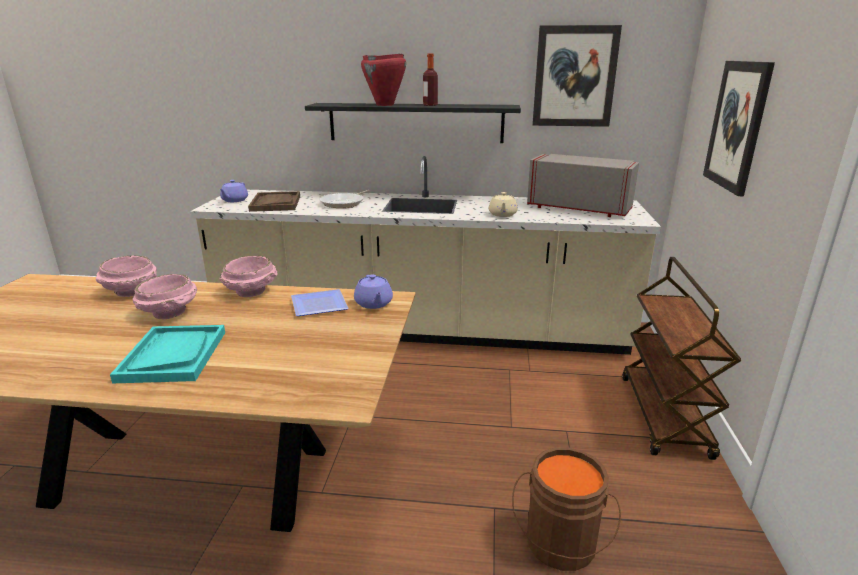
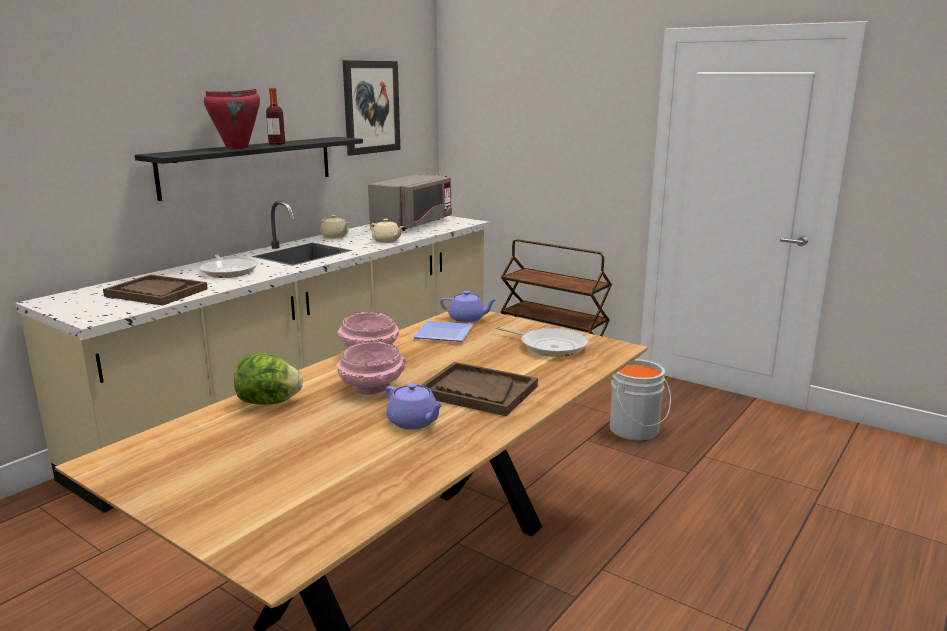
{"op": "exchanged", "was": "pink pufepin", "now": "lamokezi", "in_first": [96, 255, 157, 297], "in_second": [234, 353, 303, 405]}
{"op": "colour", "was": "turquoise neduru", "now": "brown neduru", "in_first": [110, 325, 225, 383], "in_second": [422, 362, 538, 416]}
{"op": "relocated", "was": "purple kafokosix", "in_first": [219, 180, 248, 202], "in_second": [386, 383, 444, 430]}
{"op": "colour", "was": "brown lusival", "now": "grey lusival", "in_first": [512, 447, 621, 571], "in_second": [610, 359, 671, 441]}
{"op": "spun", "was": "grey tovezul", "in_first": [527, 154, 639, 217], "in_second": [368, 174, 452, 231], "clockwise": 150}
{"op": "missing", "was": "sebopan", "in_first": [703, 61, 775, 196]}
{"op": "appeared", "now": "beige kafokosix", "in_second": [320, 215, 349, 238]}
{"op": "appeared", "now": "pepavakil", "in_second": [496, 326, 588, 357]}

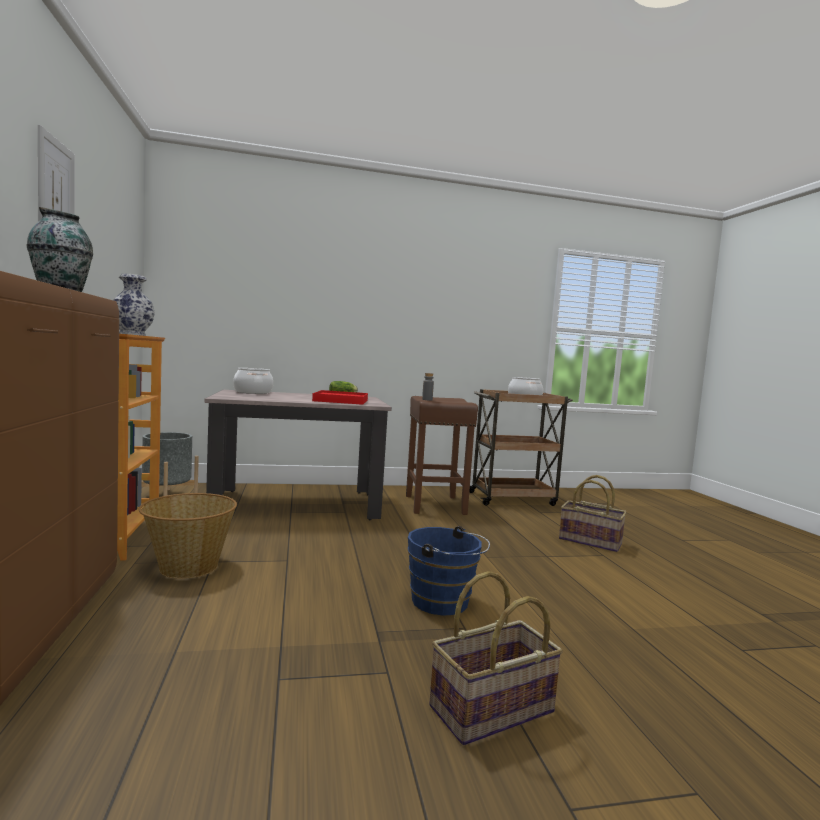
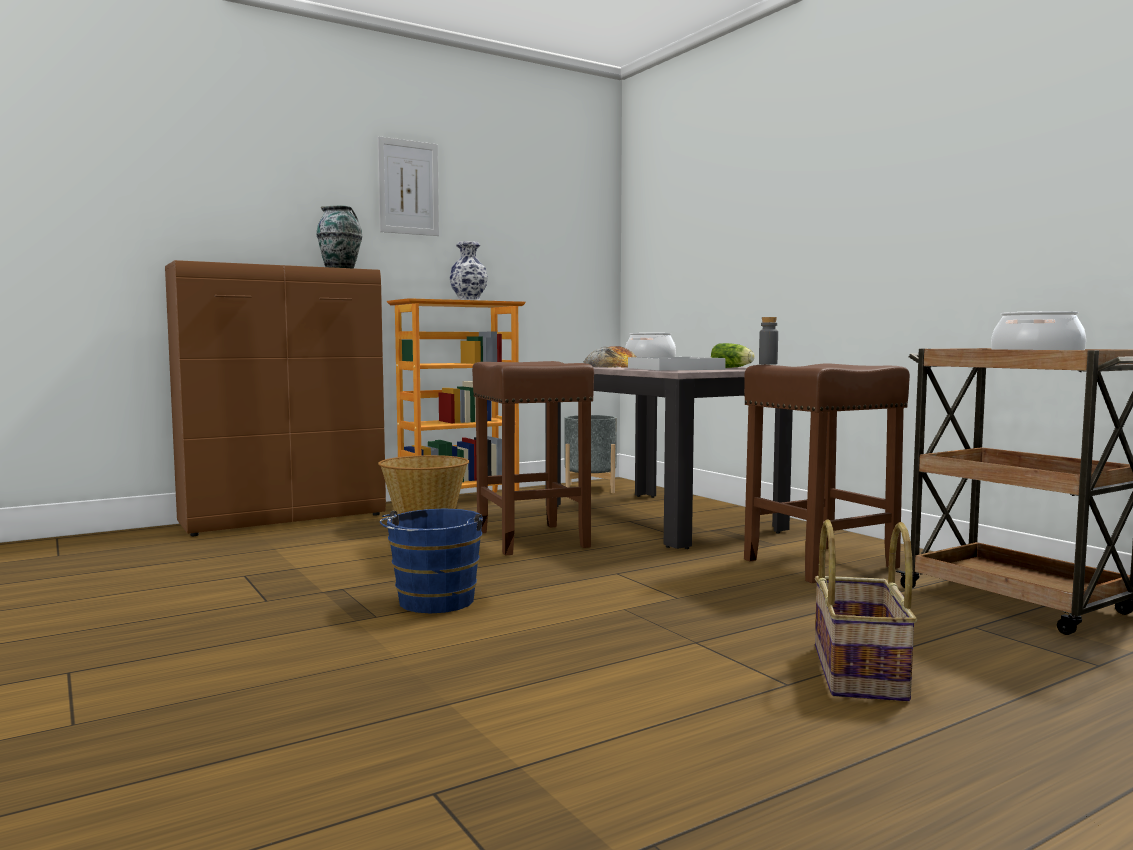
{"op": "colour", "was": "red neduru", "now": "white neduru", "in_first": [312, 390, 368, 405], "in_second": [628, 357, 726, 371]}
{"op": "missing", "was": "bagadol", "in_first": [429, 571, 563, 745]}
{"op": "appeared", "now": "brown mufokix", "in_second": [472, 361, 594, 556]}
{"op": "appeared", "now": "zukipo", "in_second": [583, 346, 637, 367]}

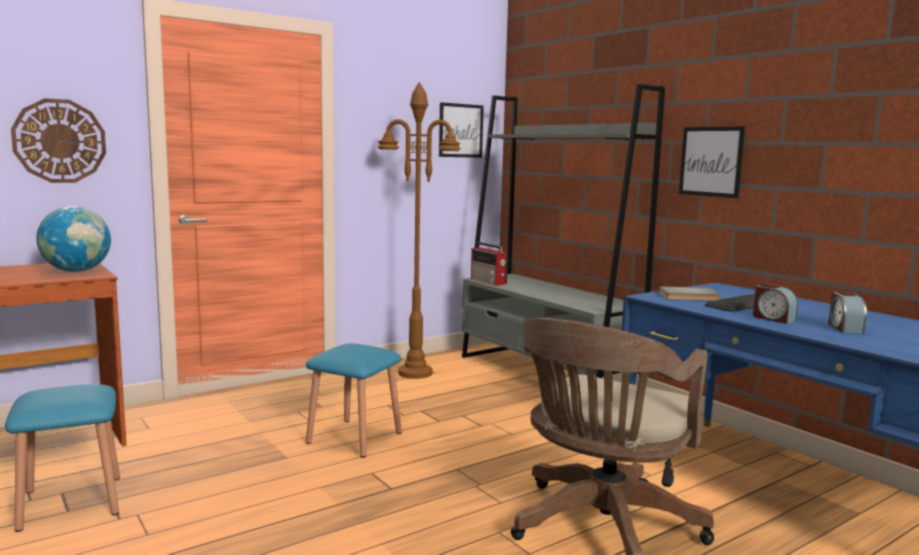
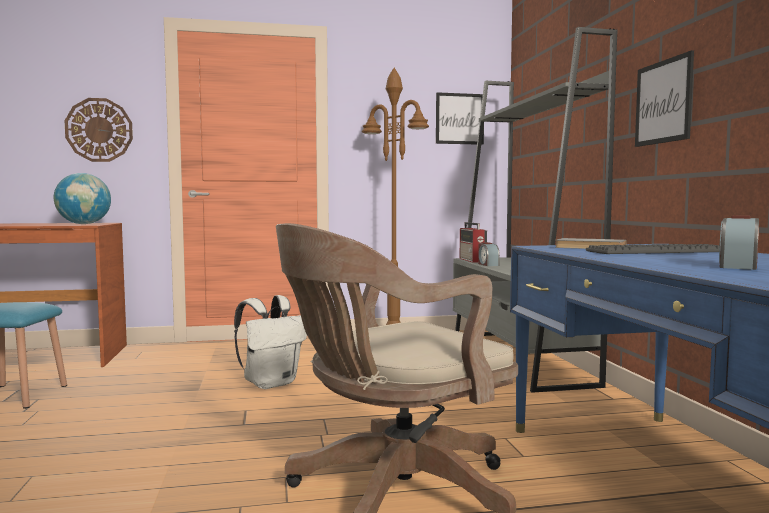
{"op": "exchanged", "was": "blue mufokix", "now": "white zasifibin", "in_first": [306, 343, 402, 458], "in_second": [234, 295, 307, 389]}
{"op": "relocated", "was": "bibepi", "in_first": [753, 283, 798, 324], "in_second": [478, 242, 500, 266]}

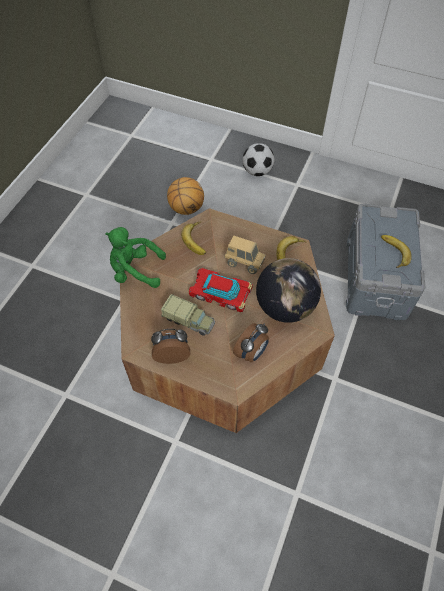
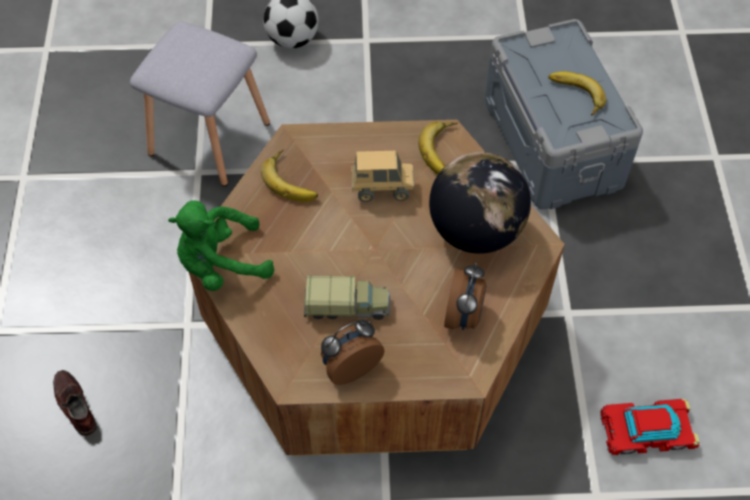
{"op": "exchanged", "was": "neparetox", "now": "grey mufokix", "in_first": [167, 177, 204, 215], "in_second": [130, 22, 270, 186]}
{"op": "relocated", "was": "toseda", "in_first": [189, 268, 253, 312], "in_second": [600, 398, 699, 455]}
{"op": "appeared", "now": "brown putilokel", "in_second": [53, 370, 97, 436]}

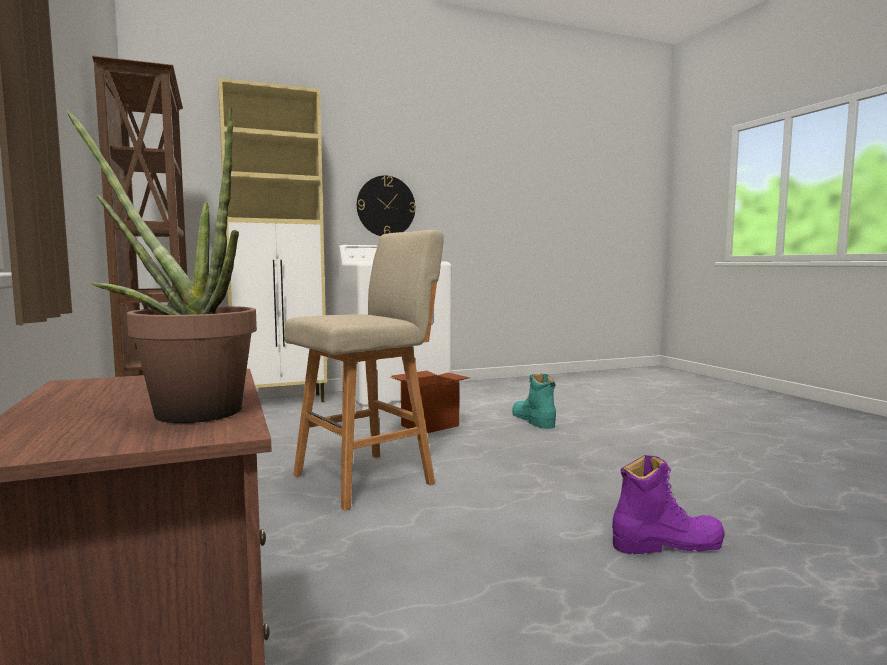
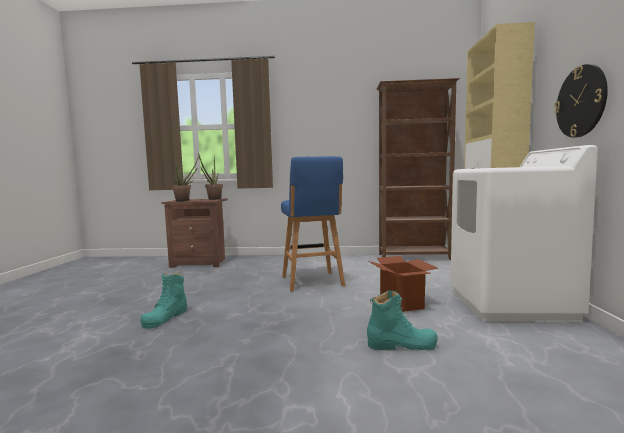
{"op": "colour", "was": "beige mufokix", "now": "blue mufokix", "in_first": [284, 230, 444, 511], "in_second": [281, 156, 345, 291]}
{"op": "colour", "was": "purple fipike", "now": "turquoise fipike", "in_first": [612, 455, 725, 554], "in_second": [140, 273, 187, 328]}
{"op": "appeared", "now": "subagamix", "in_second": [198, 153, 223, 200]}

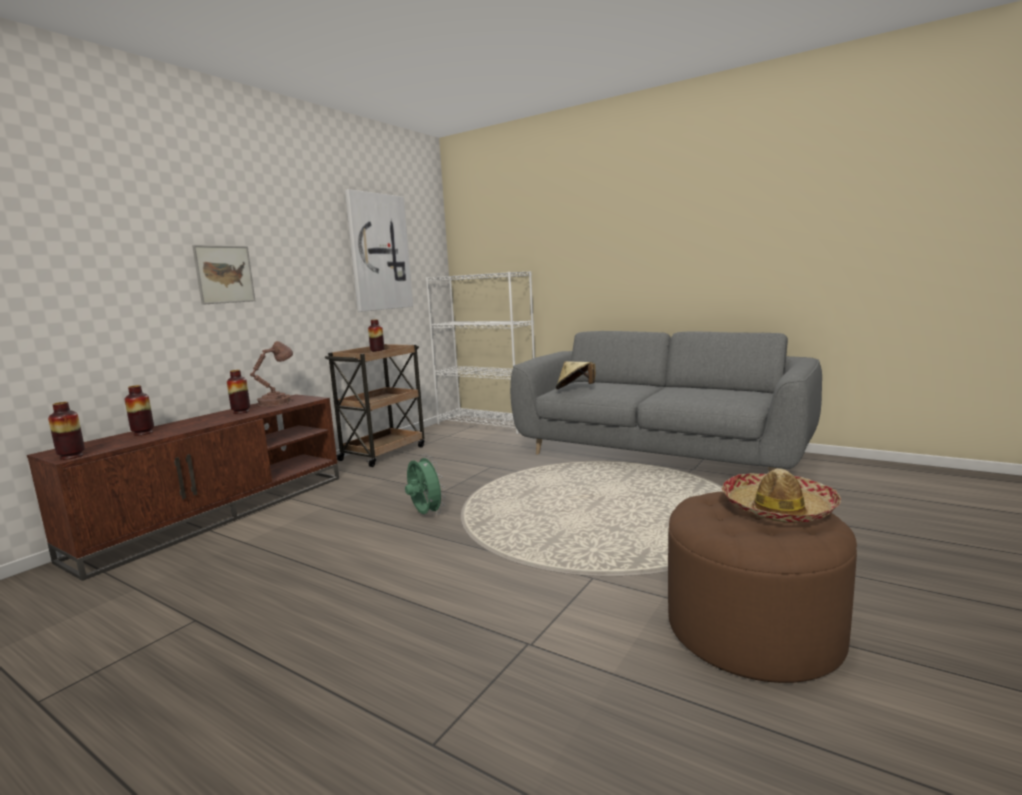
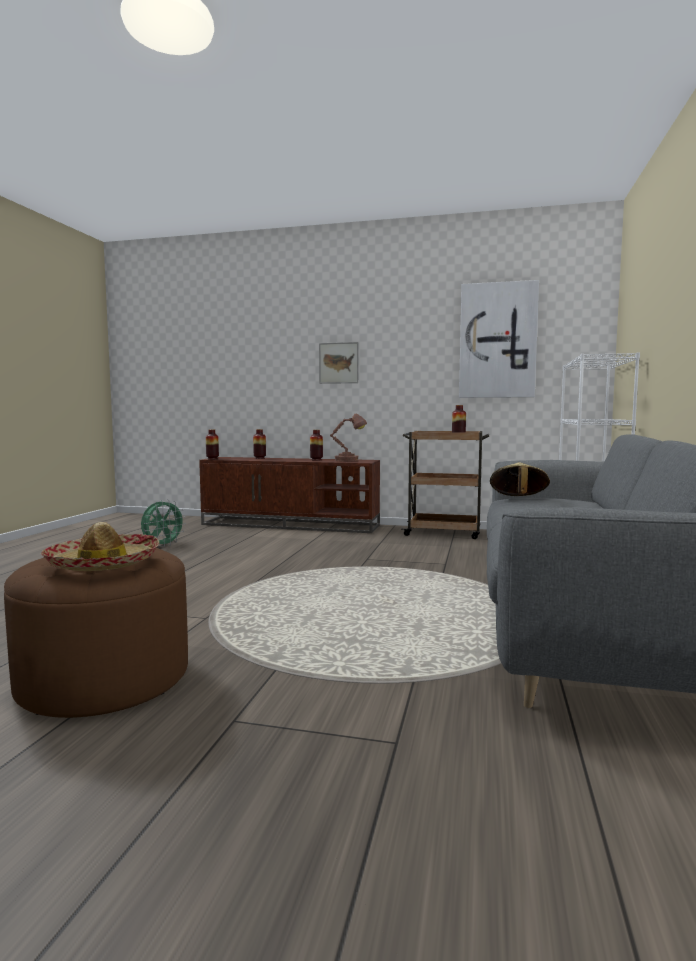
{"op": "relocated", "was": "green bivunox", "in_first": [405, 454, 446, 515], "in_second": [141, 499, 186, 547]}

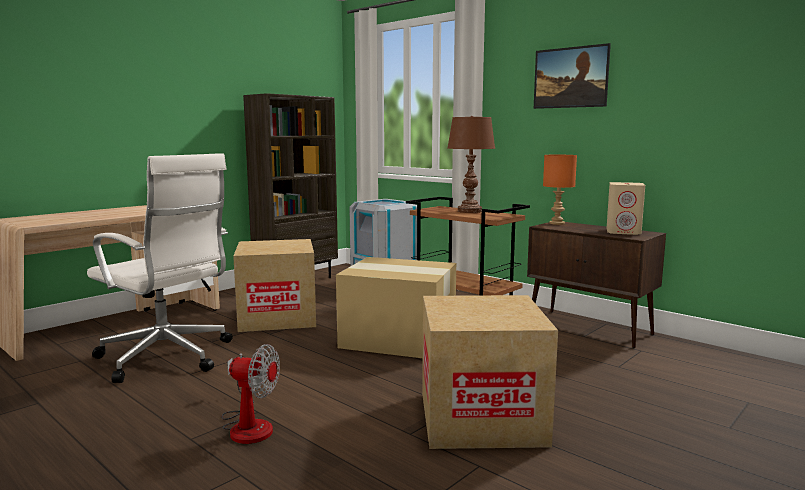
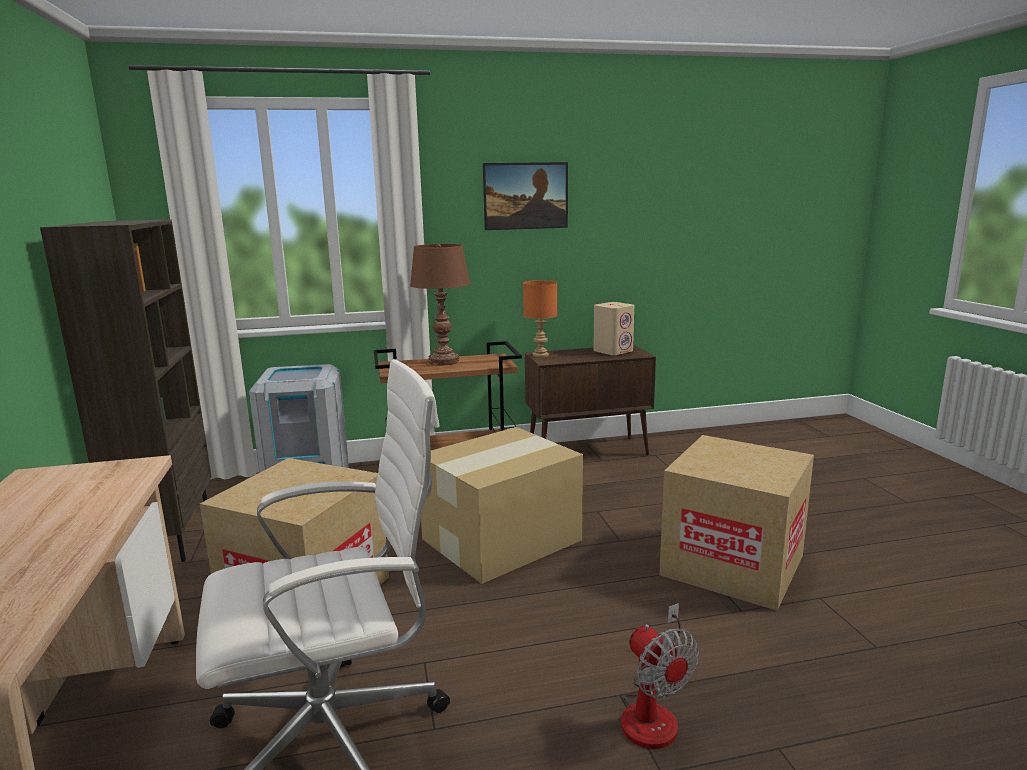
{"op": "spun", "was": "bivunox", "in_first": [222, 344, 280, 444], "in_second": [621, 603, 699, 749], "clockwise": 105}

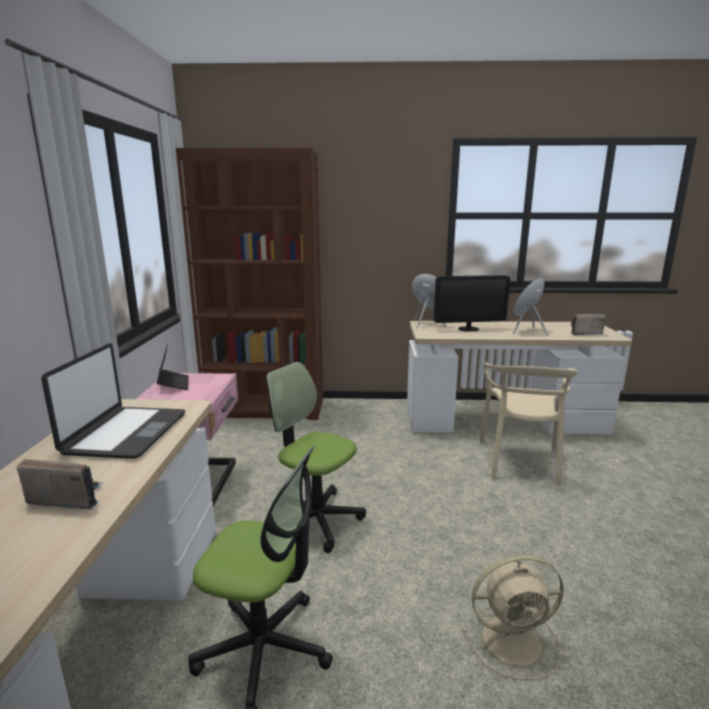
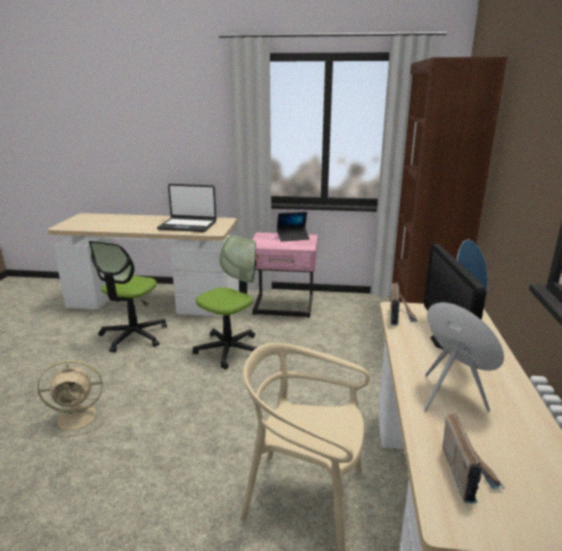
{"op": "relocated", "was": "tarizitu", "in_first": [17, 459, 104, 509], "in_second": [390, 282, 418, 325]}
{"op": "spun", "was": "beige bivunox", "in_first": [462, 555, 564, 680], "in_second": [38, 360, 108, 437], "clockwise": -105}

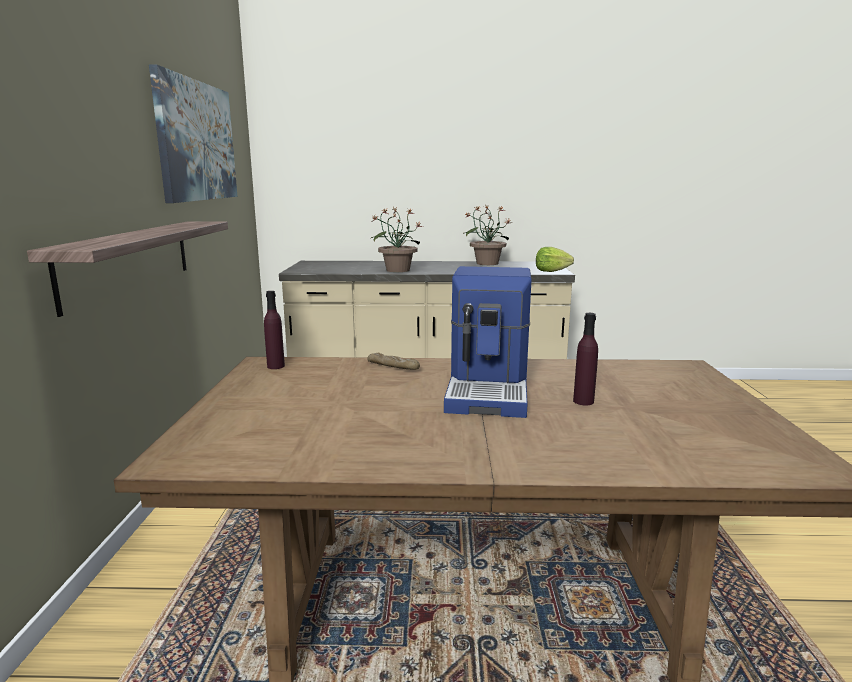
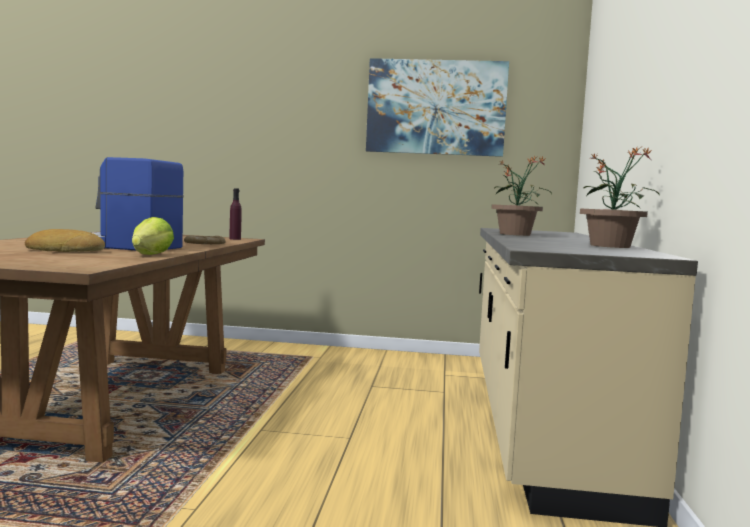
{"op": "missing", "was": "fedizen", "in_first": [27, 222, 228, 317]}
{"op": "relocated", "was": "lamokezi", "in_first": [536, 247, 574, 272], "in_second": [132, 217, 174, 255]}
{"op": "exchanged", "was": "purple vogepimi", "now": "zukipo", "in_first": [573, 313, 598, 406], "in_second": [25, 229, 105, 252]}

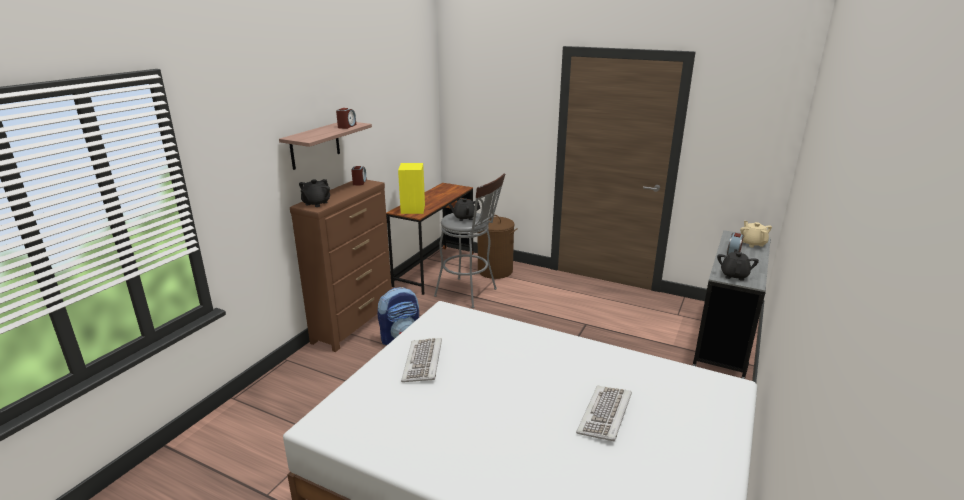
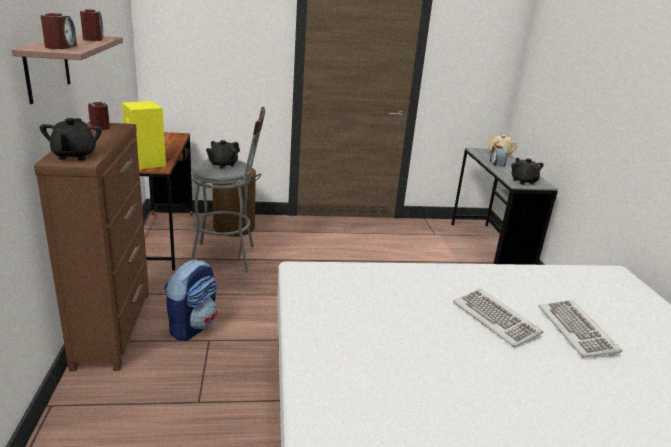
{"op": "relocated", "was": "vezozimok", "in_first": [401, 338, 442, 382], "in_second": [453, 289, 543, 347]}
{"op": "appeared", "now": "bibepi", "in_second": [41, 13, 77, 49]}

